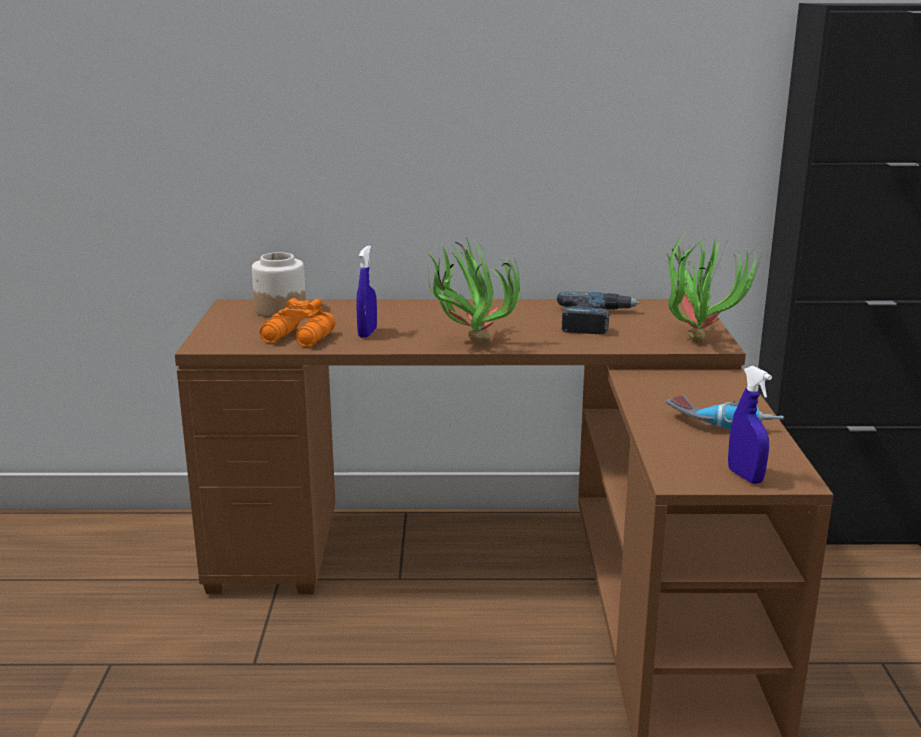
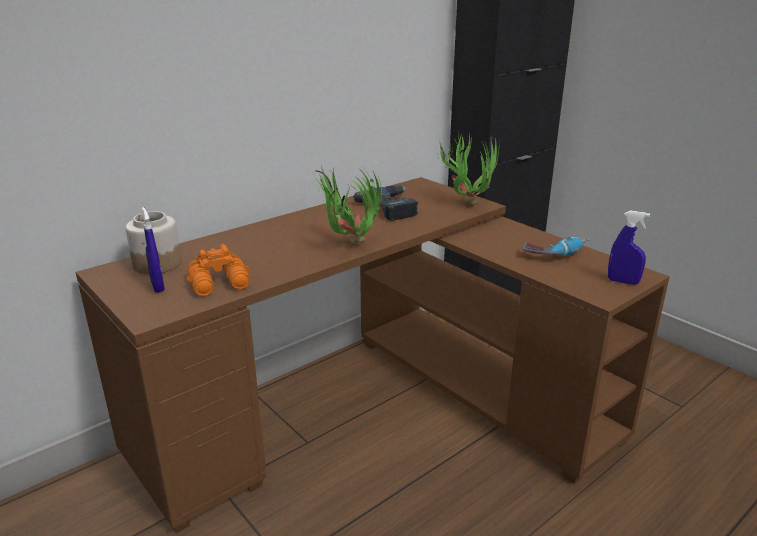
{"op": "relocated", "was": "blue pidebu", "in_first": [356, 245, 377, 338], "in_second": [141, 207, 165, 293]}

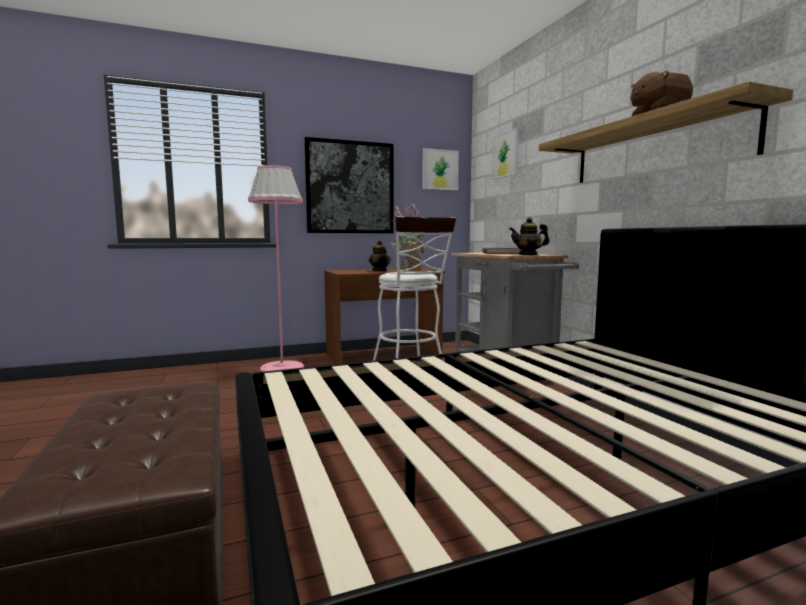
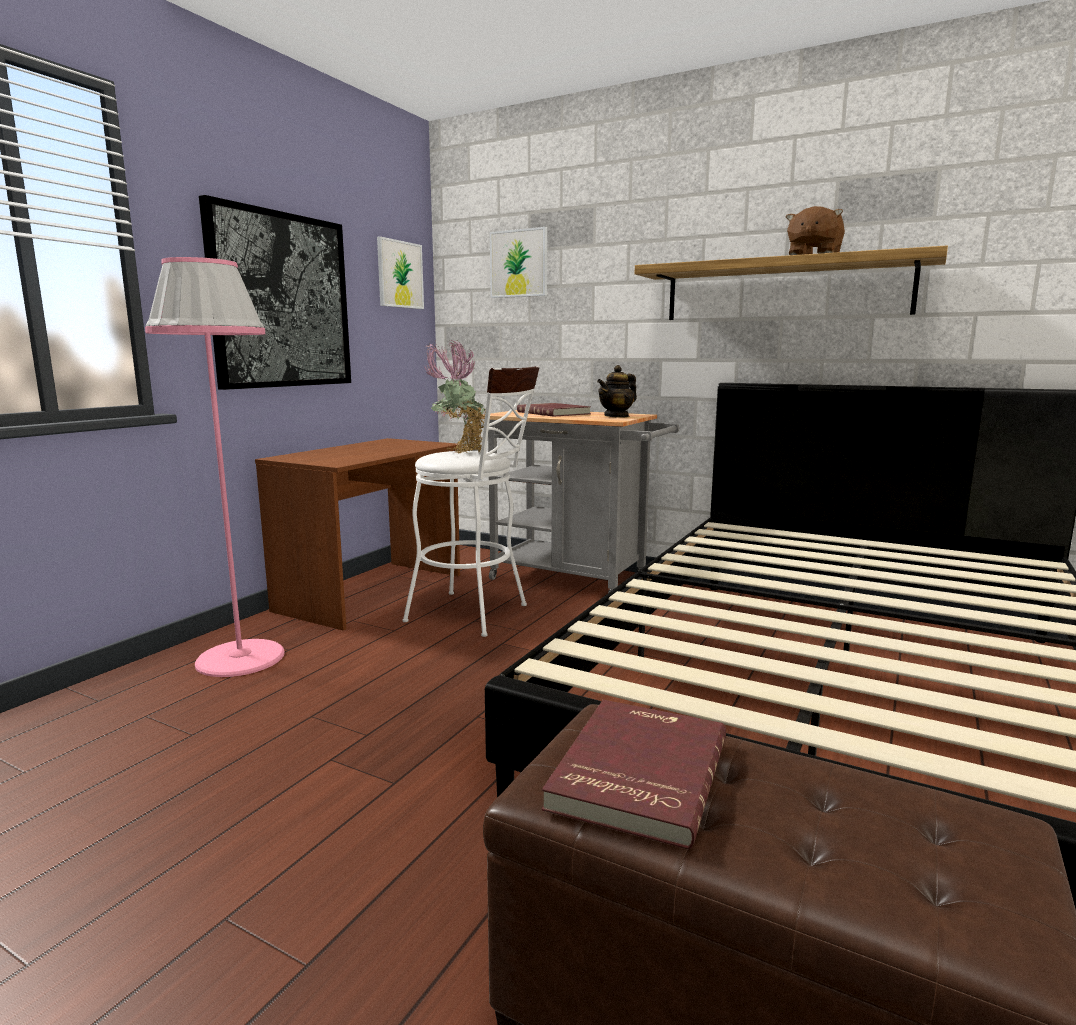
{"op": "missing", "was": "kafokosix", "in_first": [369, 240, 391, 271]}
{"op": "appeared", "now": "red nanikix", "in_second": [542, 700, 726, 850]}

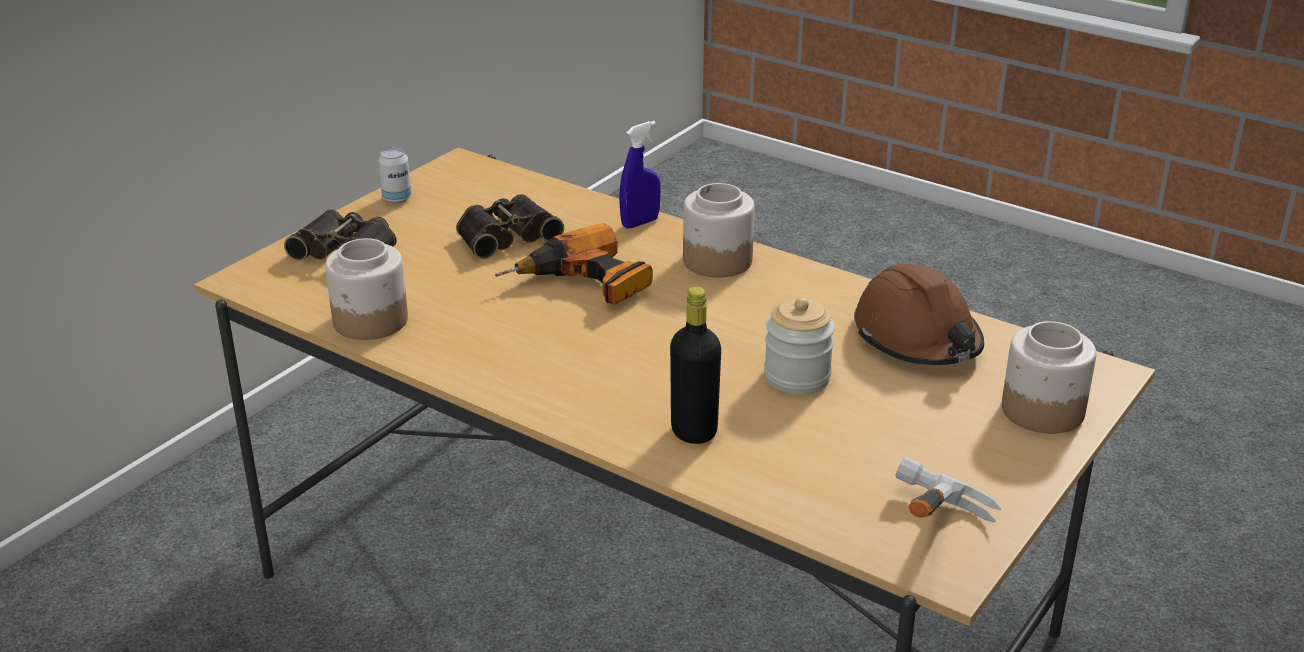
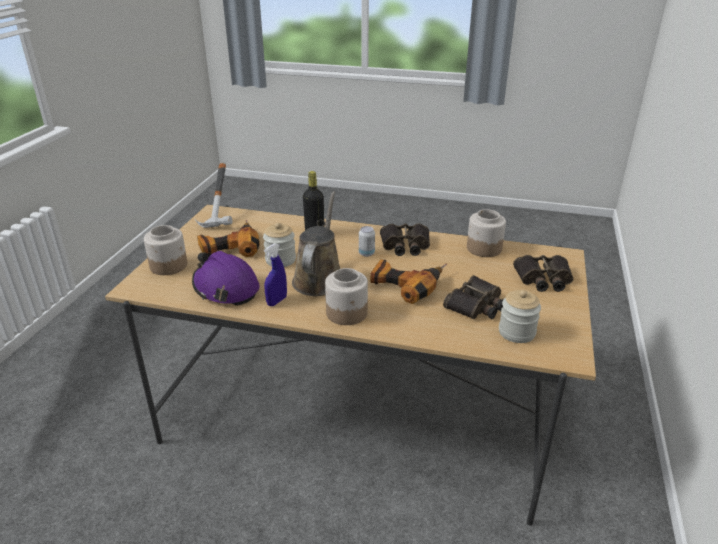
{"op": "relocated", "was": "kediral", "in_first": [378, 148, 411, 204], "in_second": [359, 226, 375, 257]}
{"op": "relocated", "was": "blue pidebu", "in_first": [619, 121, 661, 229], "in_second": [264, 243, 287, 306]}
{"op": "colour", "was": "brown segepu", "now": "purple segepu", "in_first": [854, 264, 984, 365], "in_second": [192, 251, 260, 306]}
{"op": "appeared", "now": "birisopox", "in_second": [197, 220, 260, 257]}
{"op": "appeared", "now": "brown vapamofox", "in_second": [292, 192, 340, 296]}
{"op": "appeared", "now": "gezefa", "in_second": [380, 224, 430, 256]}
{"op": "appeared", "now": "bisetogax", "in_second": [499, 290, 541, 343]}

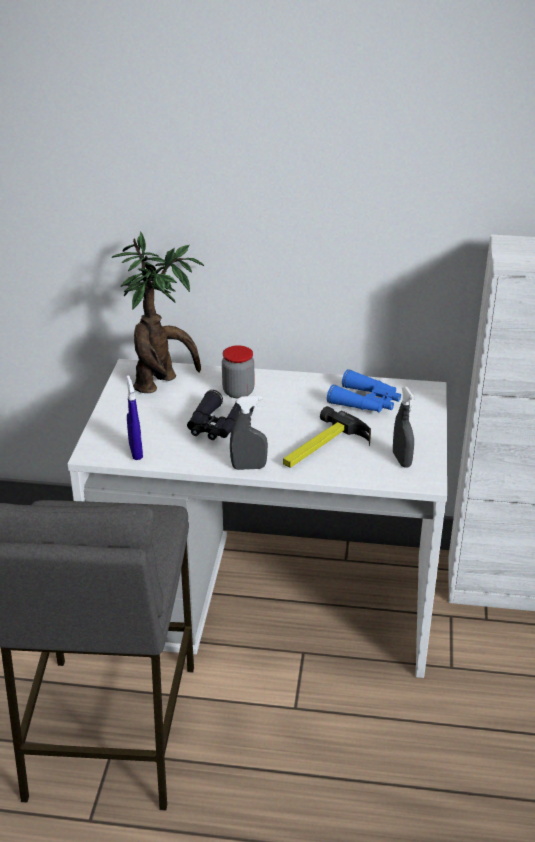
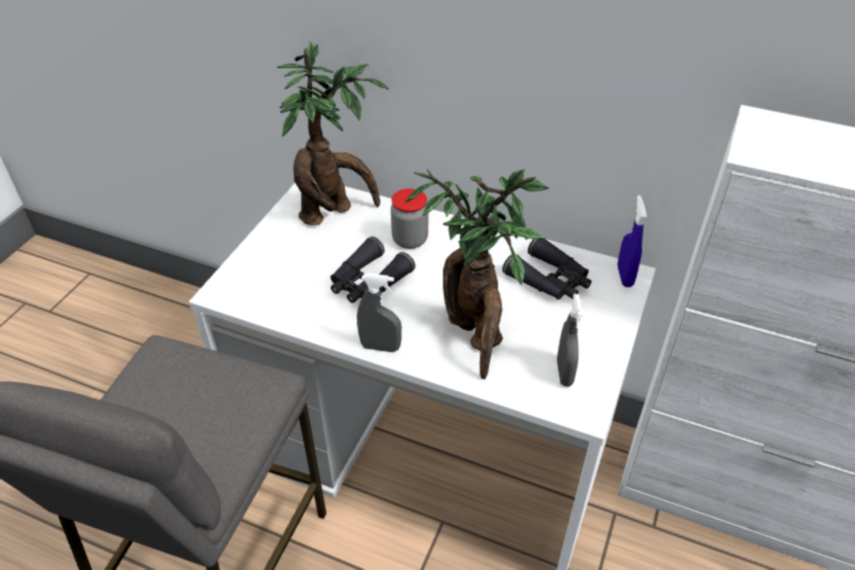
{"op": "relocated", "was": "blue pidebu", "in_first": [126, 375, 143, 460], "in_second": [618, 195, 647, 287]}
{"op": "exchanged", "was": "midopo", "now": "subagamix", "in_first": [283, 406, 371, 468], "in_second": [405, 169, 549, 380]}
{"op": "colour", "was": "blue gezefa", "now": "black gezefa", "in_first": [327, 369, 401, 413], "in_second": [502, 239, 592, 300]}

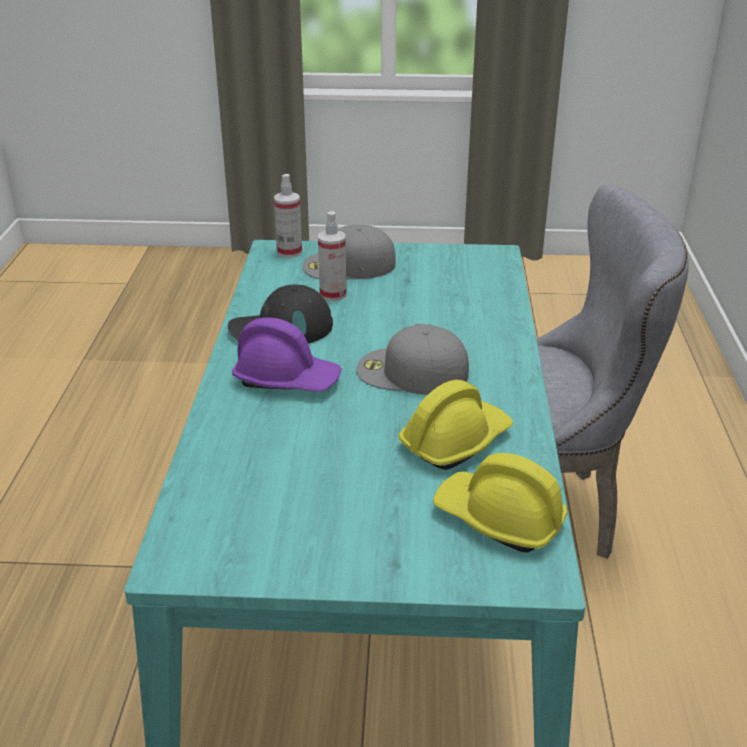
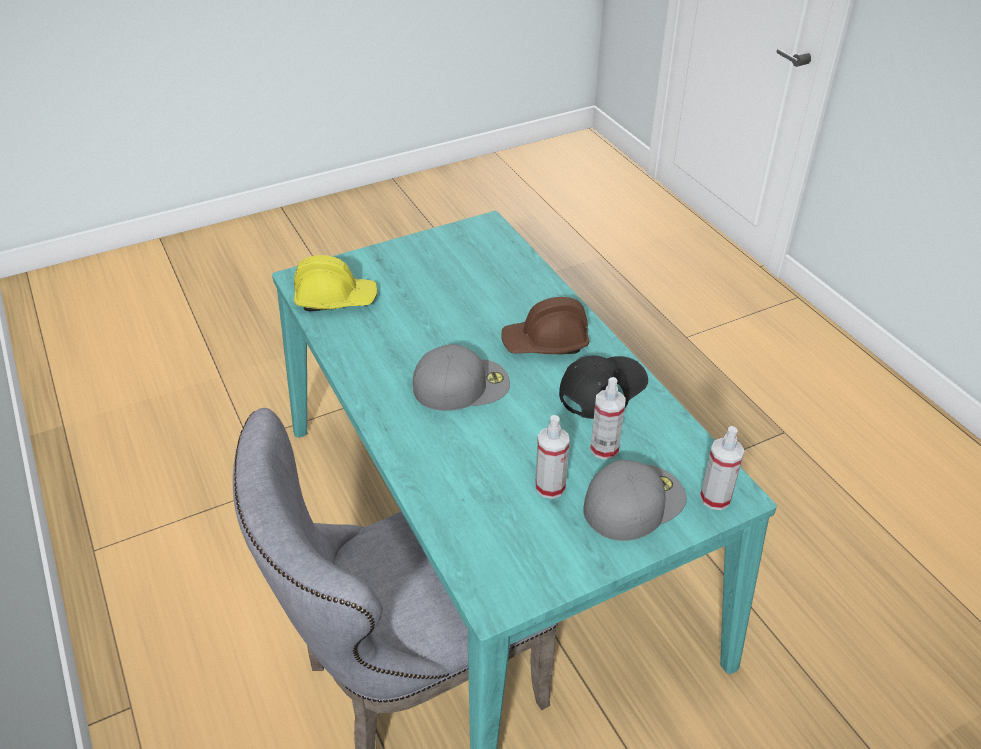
{"op": "colour", "was": "purple segepu", "now": "brown segepu", "in_first": [232, 317, 341, 392], "in_second": [501, 297, 589, 354]}
{"op": "missing", "was": "yellow segepu", "in_first": [398, 380, 513, 470]}
{"op": "appeared", "now": "pidebu", "in_second": [535, 415, 570, 499]}

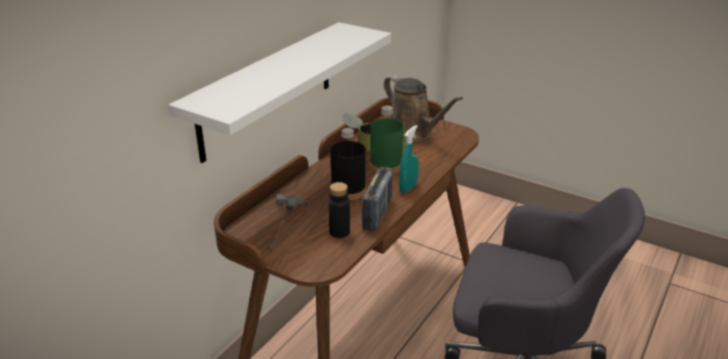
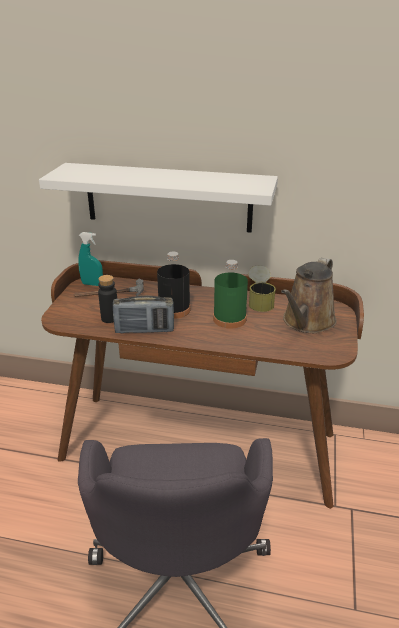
{"op": "relocated", "was": "turquoise pidebu", "in_first": [399, 125, 419, 193], "in_second": [78, 232, 103, 286]}

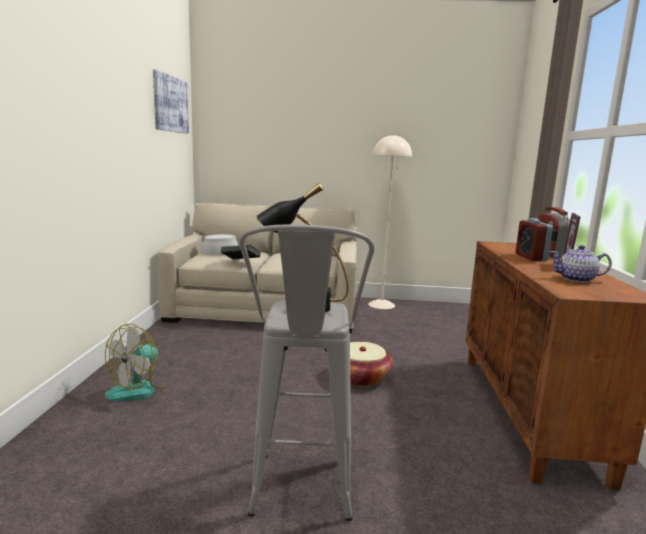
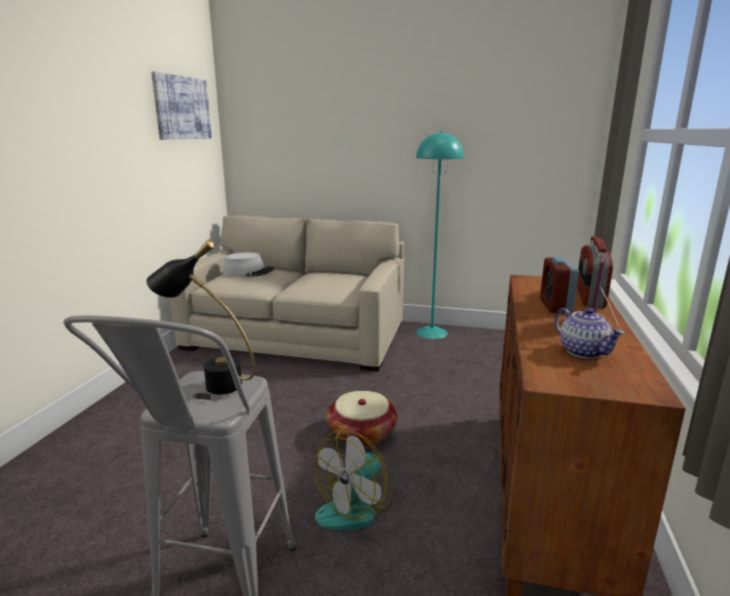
{"op": "relocated", "was": "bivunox", "in_first": [105, 324, 172, 401], "in_second": [315, 430, 393, 530]}
{"op": "missing", "was": "nanikix", "in_first": [221, 245, 261, 260]}
{"op": "colour", "was": "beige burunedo", "now": "turquoise burunedo", "in_first": [368, 134, 412, 309], "in_second": [416, 131, 464, 339]}
{"op": "spun", "was": "kafokosix", "in_first": [550, 245, 612, 283], "in_second": [554, 308, 625, 359], "clockwise": -135}

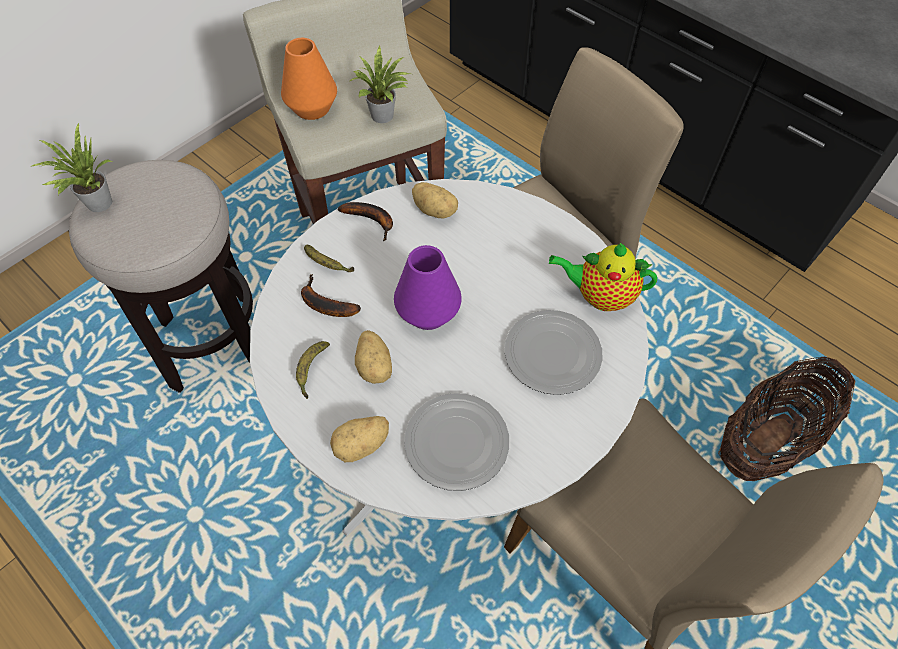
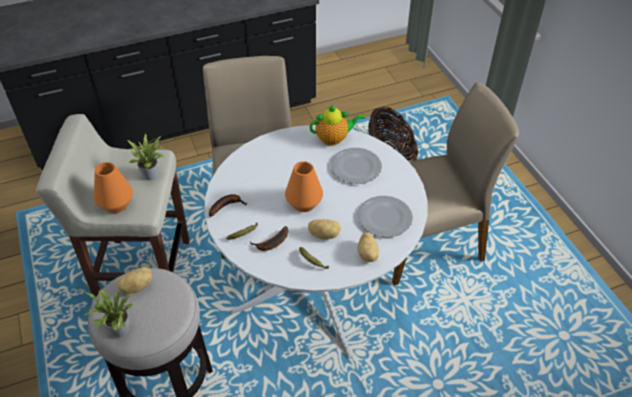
{"op": "colour", "was": "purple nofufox", "now": "orange nofufox", "in_first": [394, 245, 461, 330], "in_second": [285, 161, 323, 212]}
{"op": "relocated", "was": "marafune", "in_first": [412, 182, 458, 218], "in_second": [116, 267, 152, 294]}
{"op": "spun", "was": "kafokosix", "in_first": [549, 243, 657, 311], "in_second": [310, 104, 365, 146], "clockwise": -135}

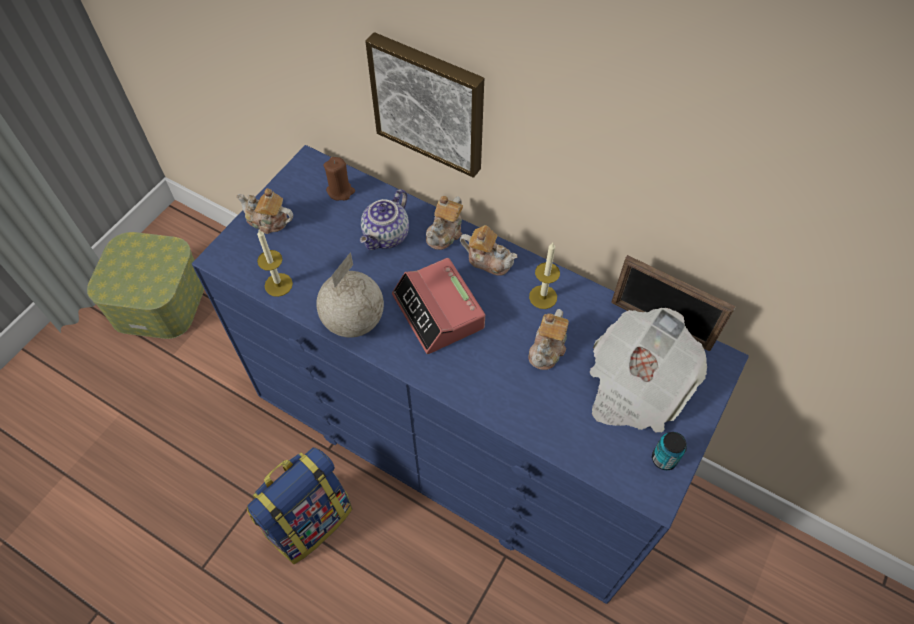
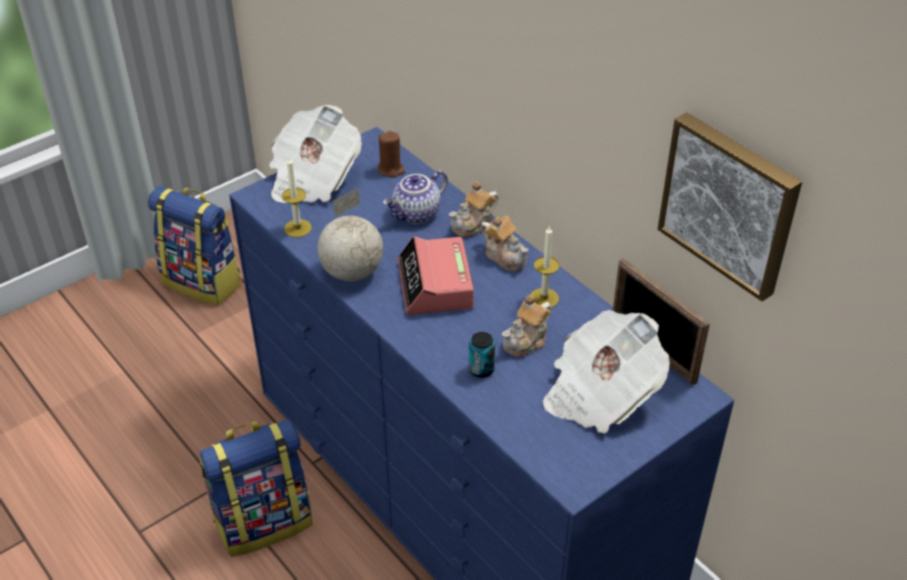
{"op": "exchanged", "was": "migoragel", "now": "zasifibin", "in_first": [87, 232, 205, 339], "in_second": [148, 186, 242, 306]}
{"op": "exchanged", "was": "kafokosix", "now": "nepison", "in_first": [237, 188, 293, 234], "in_second": [269, 105, 362, 203]}
{"op": "relocated", "was": "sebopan", "in_first": [365, 32, 484, 178], "in_second": [658, 113, 802, 301]}
{"op": "relocated", "was": "kediral", "in_first": [652, 432, 687, 470], "in_second": [469, 332, 495, 378]}

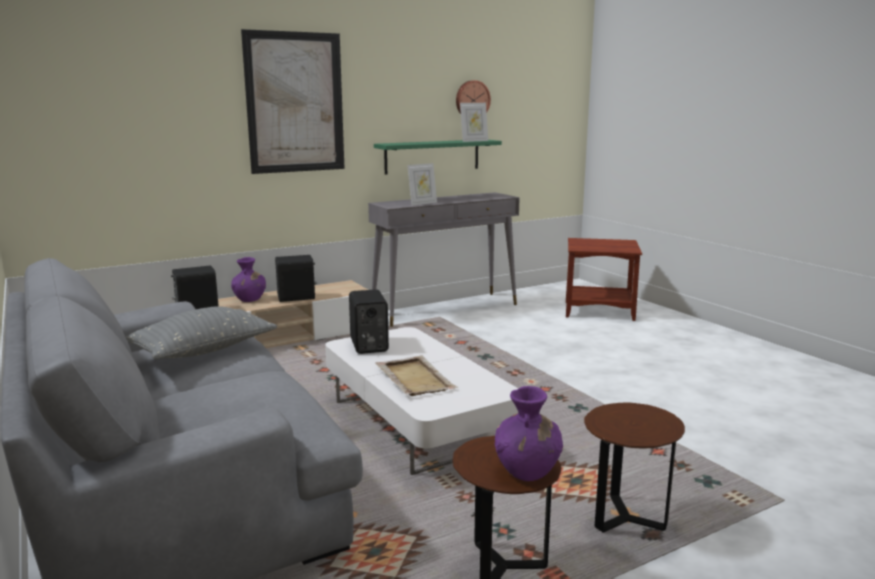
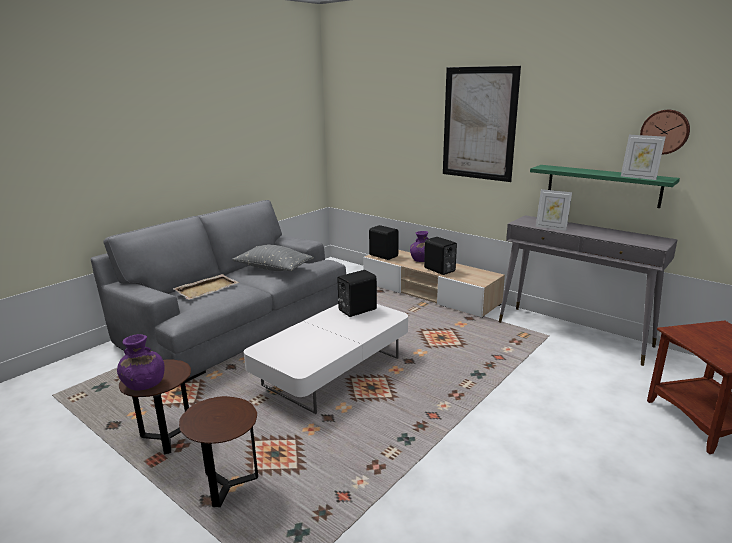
{"op": "relocated", "was": "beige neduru", "in_first": [375, 356, 458, 396], "in_second": [173, 274, 239, 300]}

